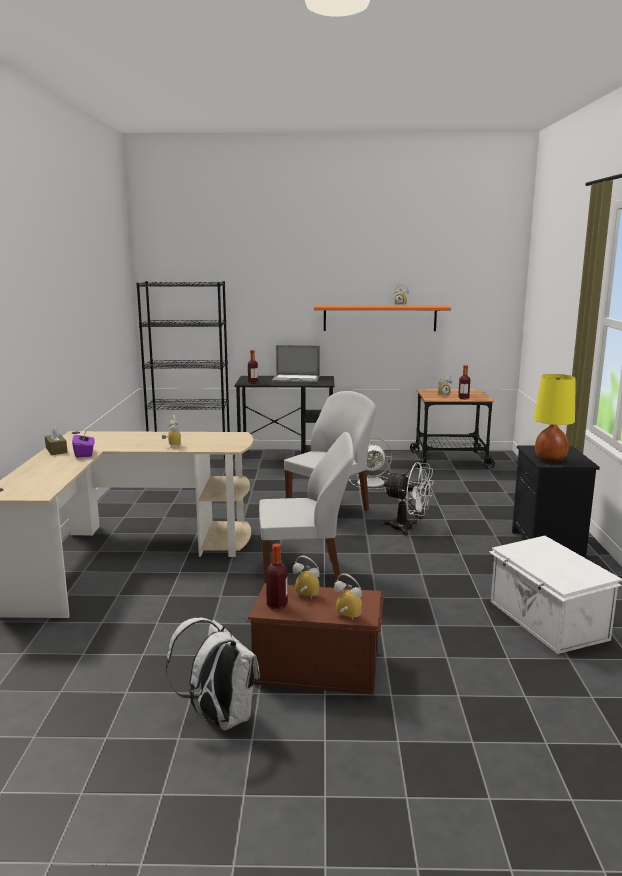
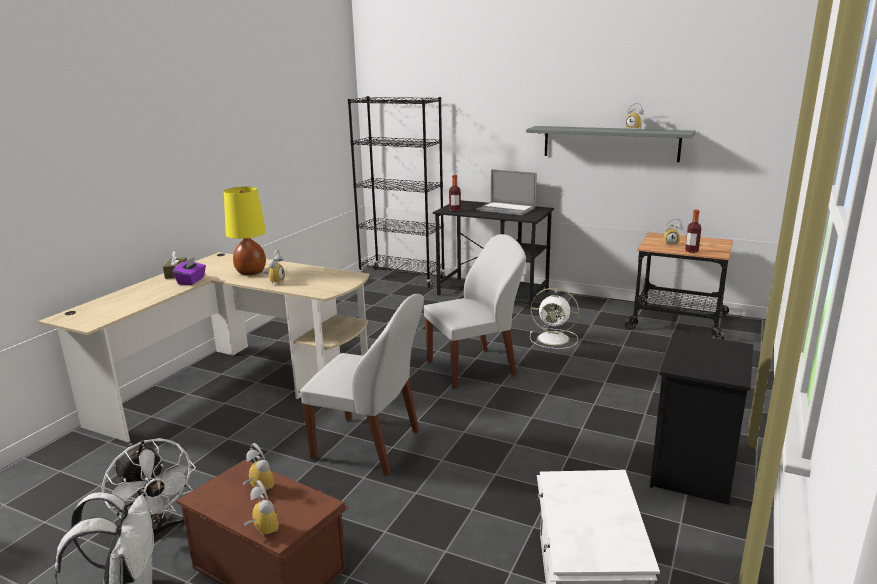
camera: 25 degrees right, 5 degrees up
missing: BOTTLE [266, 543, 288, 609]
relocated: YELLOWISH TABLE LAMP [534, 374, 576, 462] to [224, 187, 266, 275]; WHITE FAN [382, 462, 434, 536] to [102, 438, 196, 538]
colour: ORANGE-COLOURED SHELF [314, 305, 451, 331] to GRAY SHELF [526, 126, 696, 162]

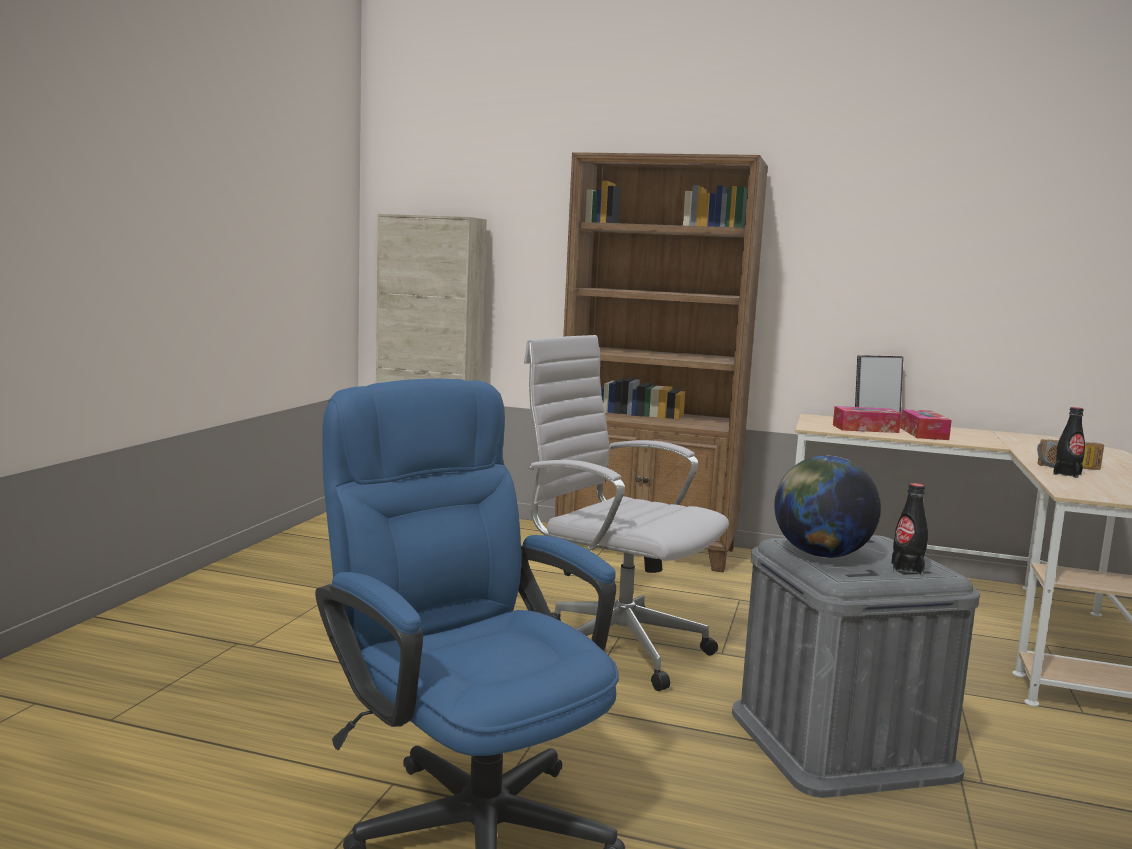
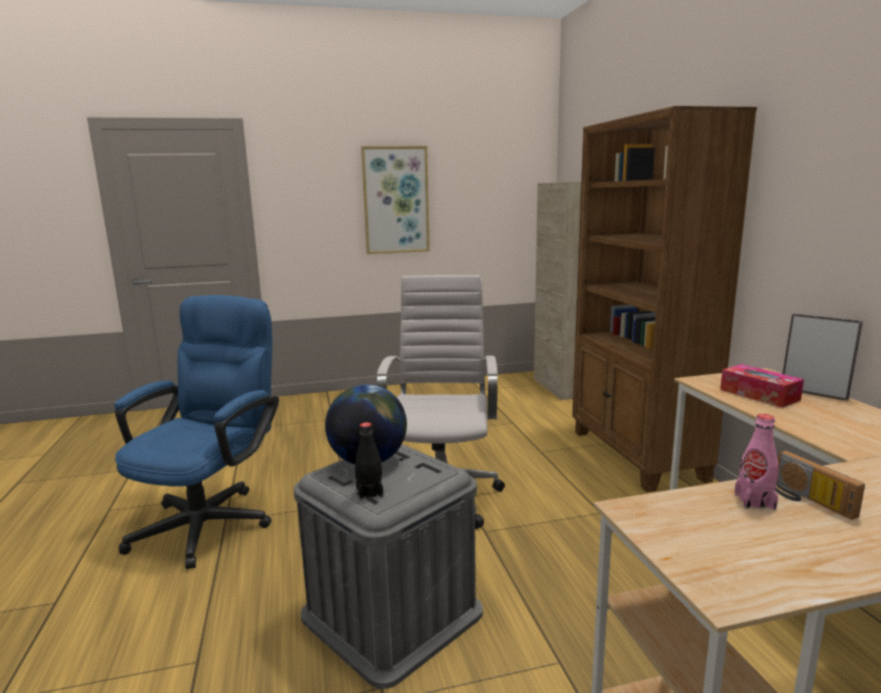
camera: 60 degrees right, 5 degrees up
missing: BOX OF TISSUES [900, 409, 952, 440]
appeared: WALL ART [361, 146, 430, 254]
colour: BLACKISH BOTTLE [1053, 407, 1085, 478] to PINK-COLOURED BOTTLE [734, 414, 779, 510]

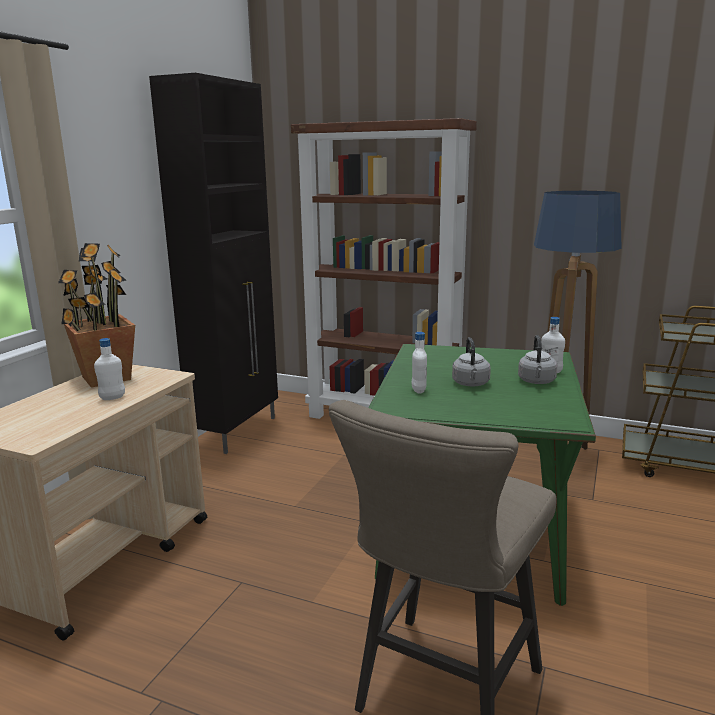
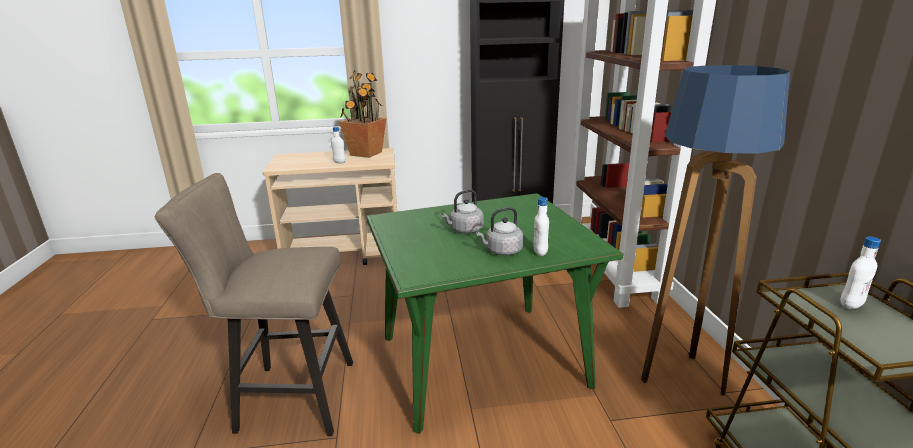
camera: 60 degrees right, 5 degrees up
relocated: WHITE BOTTLE [412, 332, 427, 394] to [841, 237, 881, 309]

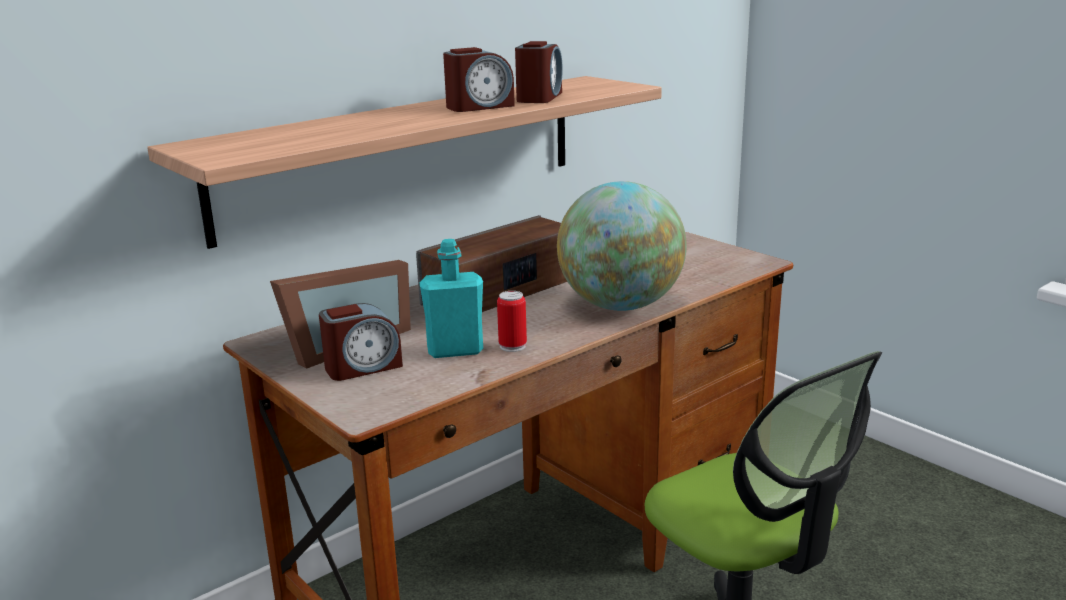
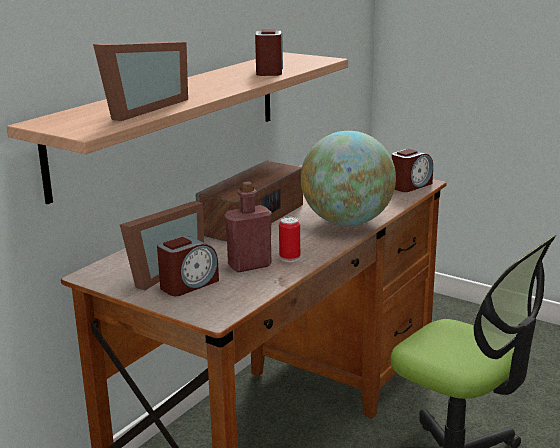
camera: 15 degrees left, 0 degrees up
appeared: STANDING FRAME [93, 41, 188, 121]
relocated: TABLE CLOCK [443, 47, 515, 112] to [392, 149, 433, 192]
colour: TURQUOISE BOTTLE [420, 239, 483, 358] to RED-COLOURED BOTTLE [225, 182, 272, 273]

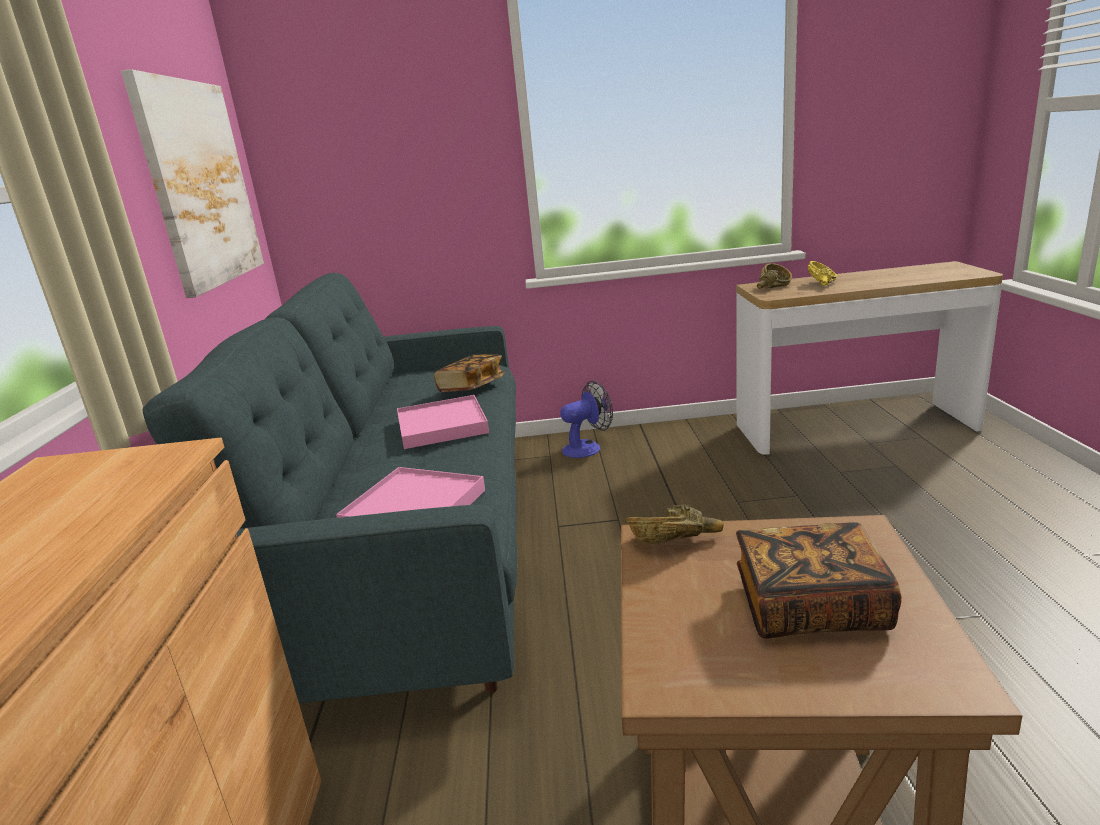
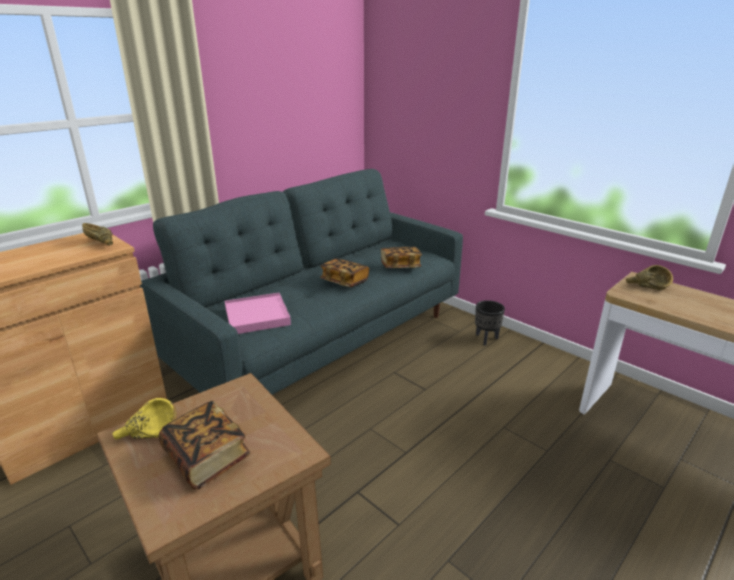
camera: 45 degrees right, 5 degrees up
missing: WALL ART [121, 69, 264, 298]
relocated: YELLOWISH SERVING BOWL [808, 261, 837, 286] to [112, 398, 177, 439]; BROWNISH SERVING BOWL [626, 505, 723, 544] to [82, 223, 113, 246]
exchanged: FAN [560, 381, 613, 458] to BLACKISH PLANT POT [475, 300, 505, 346]; PINK-COLOURED CARRYING TRAY [397, 395, 489, 449] to VOLUME [320, 258, 369, 287]

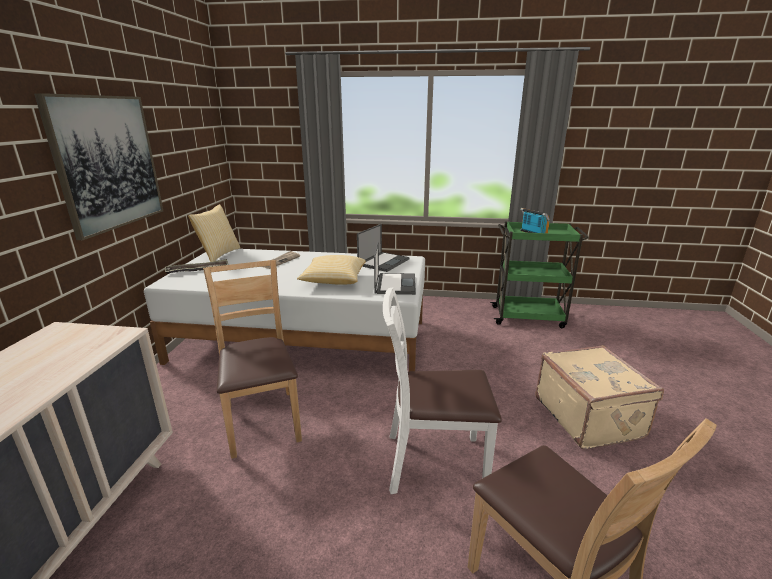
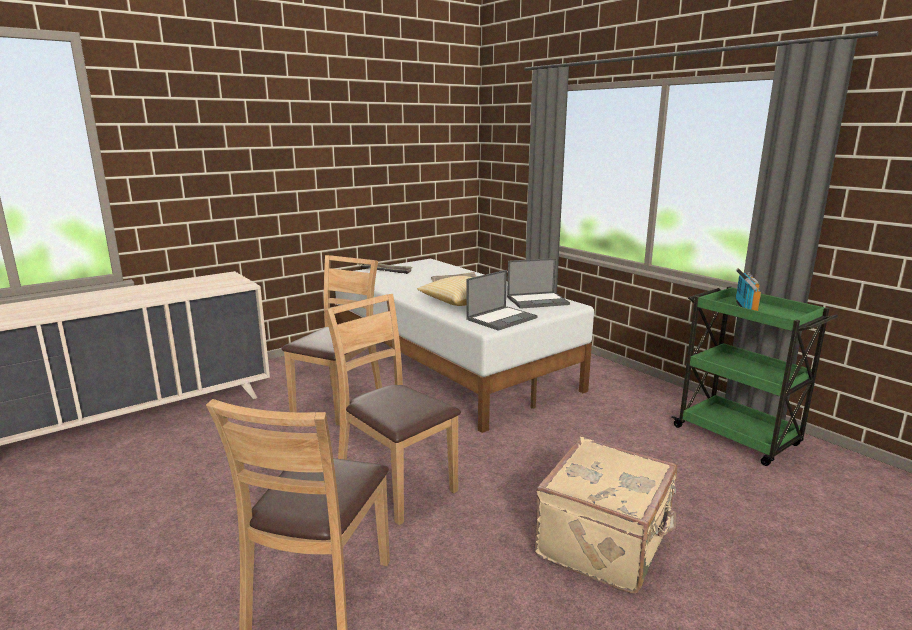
camera: 45 degrees right, 5 degrees down
missing: WALL ART [34, 93, 163, 240]; THROW PILLOW [188, 204, 240, 262]
colour: WHITE UPRIGHT CHAIR [383, 287, 502, 494] to BROWNISH UPRIGHT CHAIR [324, 294, 461, 525]

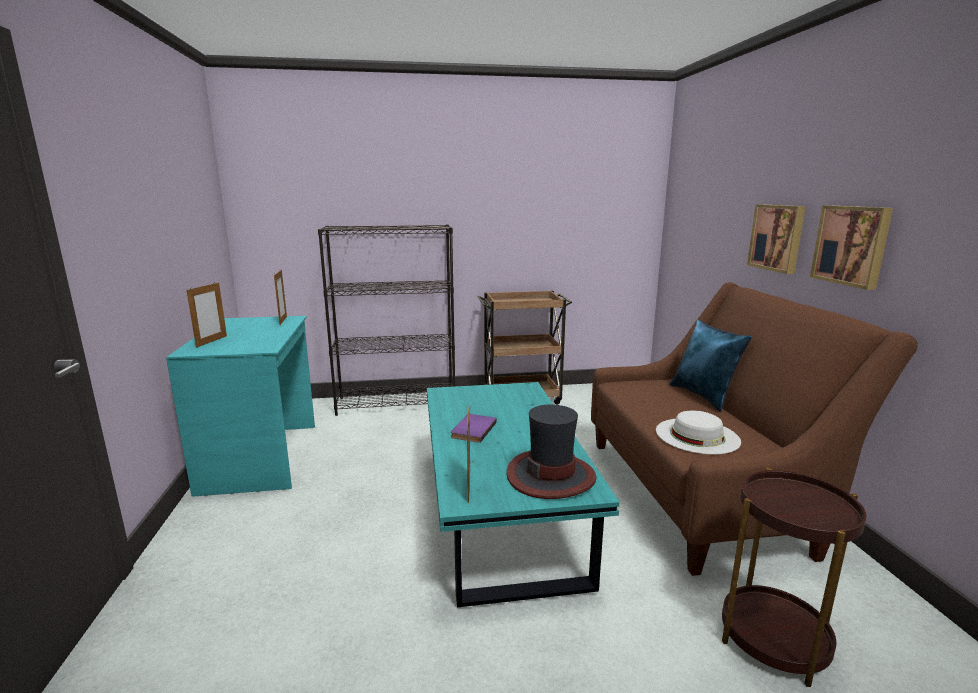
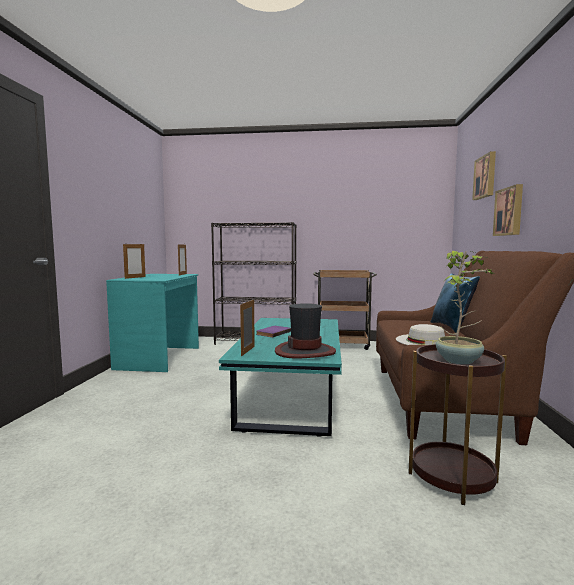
camera: 15 degrees right, 10 degrees down
appeared: HOUSEPLANT [436, 251, 494, 364]
relocated: WALL ART [810, 205, 893, 290] to [472, 151, 496, 200]

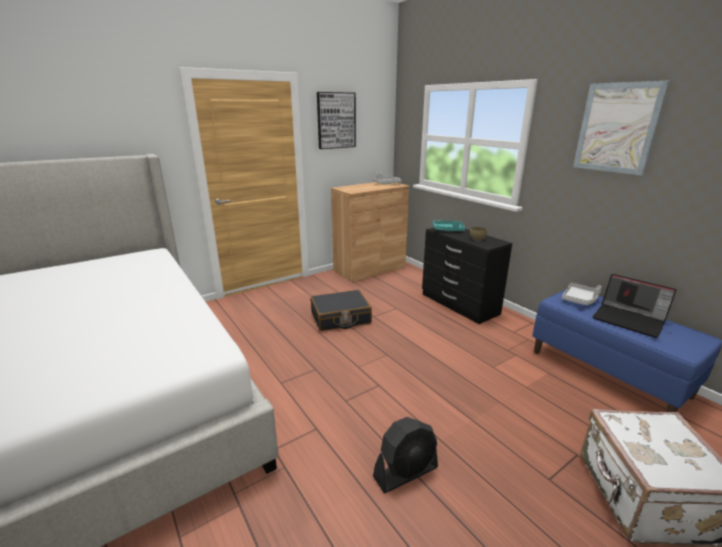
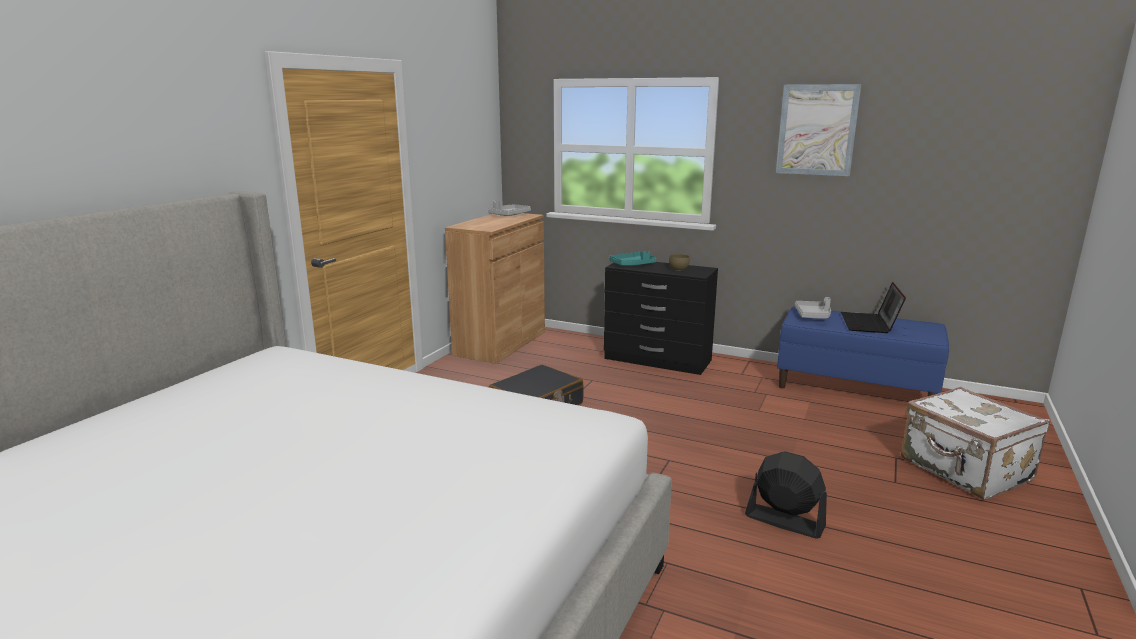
camera: 30 degrees left, 5 degrees down
missing: WALL ART [317, 92, 356, 149]
spun: NOTEBOOK COMPUTER [592, 274, 677, 338] = [841, 282, 906, 333] 90 degrees clockwise; BLACKISH FAN [373, 417, 438, 493] = [745, 451, 827, 539] 90 degrees counterclockwise

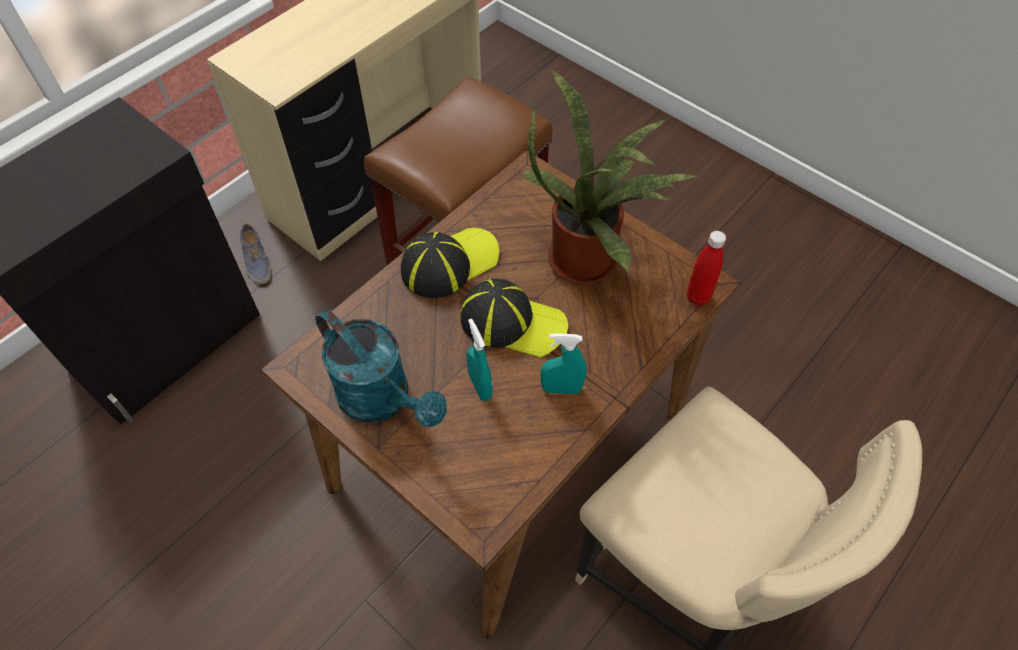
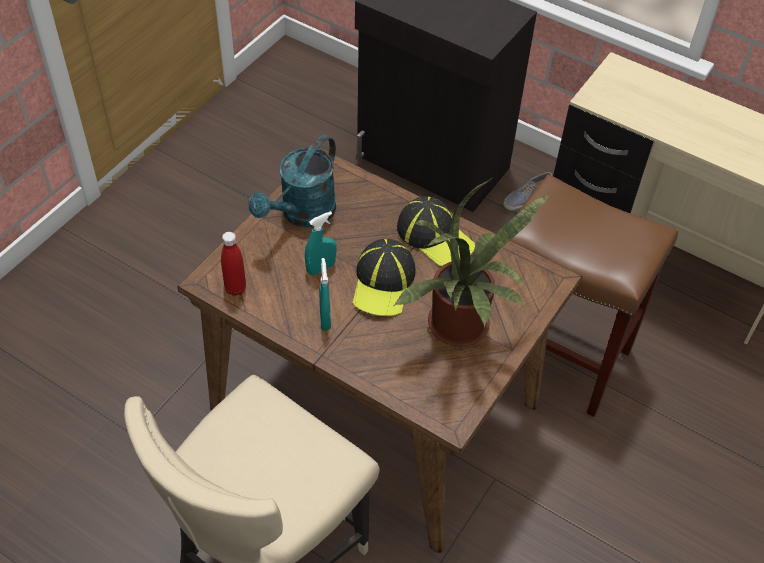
camera: 80 degrees right, 5 degrees down
relocated: RED-COLOURED BOTTLE [687, 231, 726, 305] to [221, 232, 246, 296]

